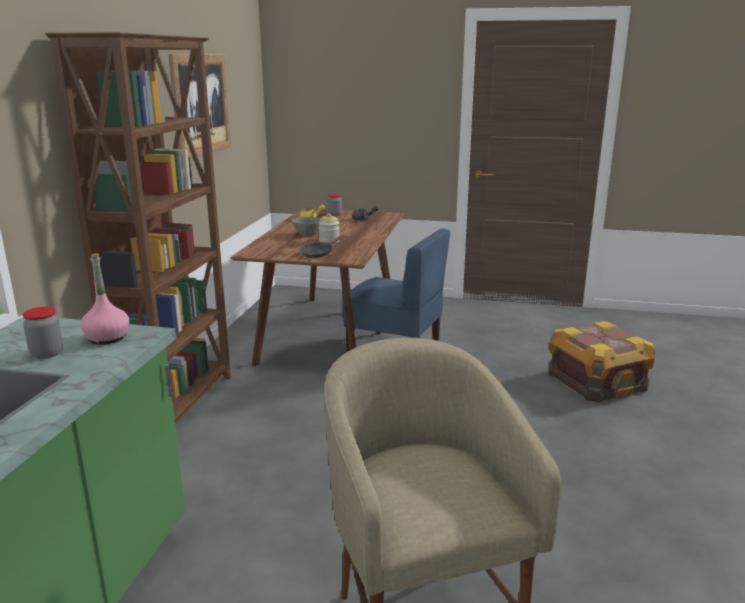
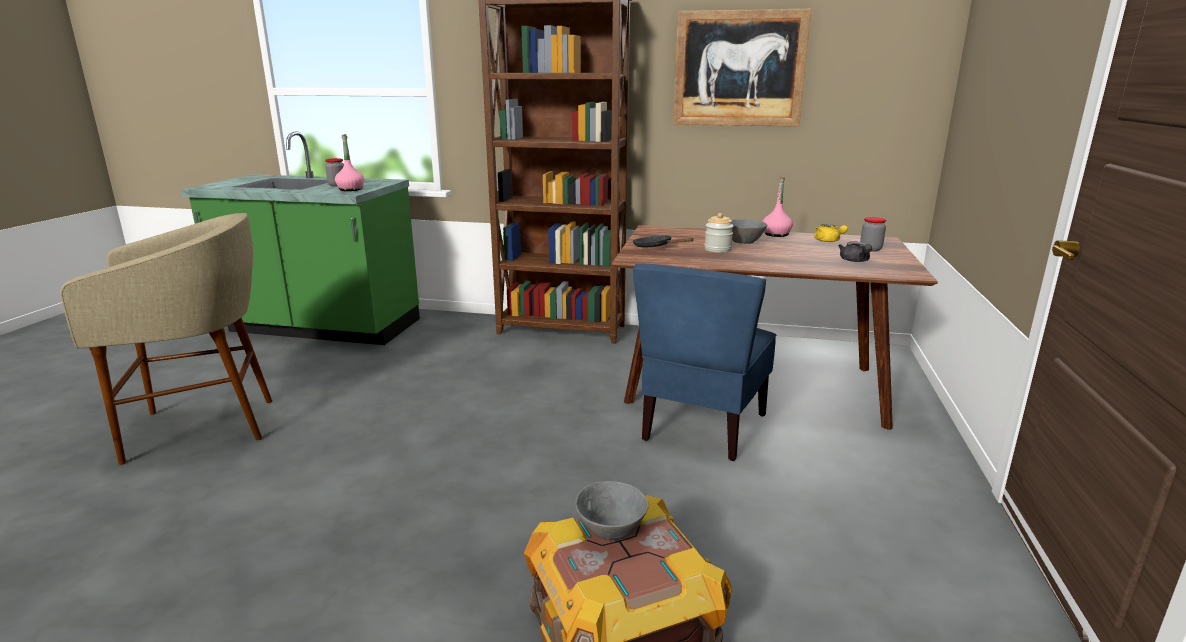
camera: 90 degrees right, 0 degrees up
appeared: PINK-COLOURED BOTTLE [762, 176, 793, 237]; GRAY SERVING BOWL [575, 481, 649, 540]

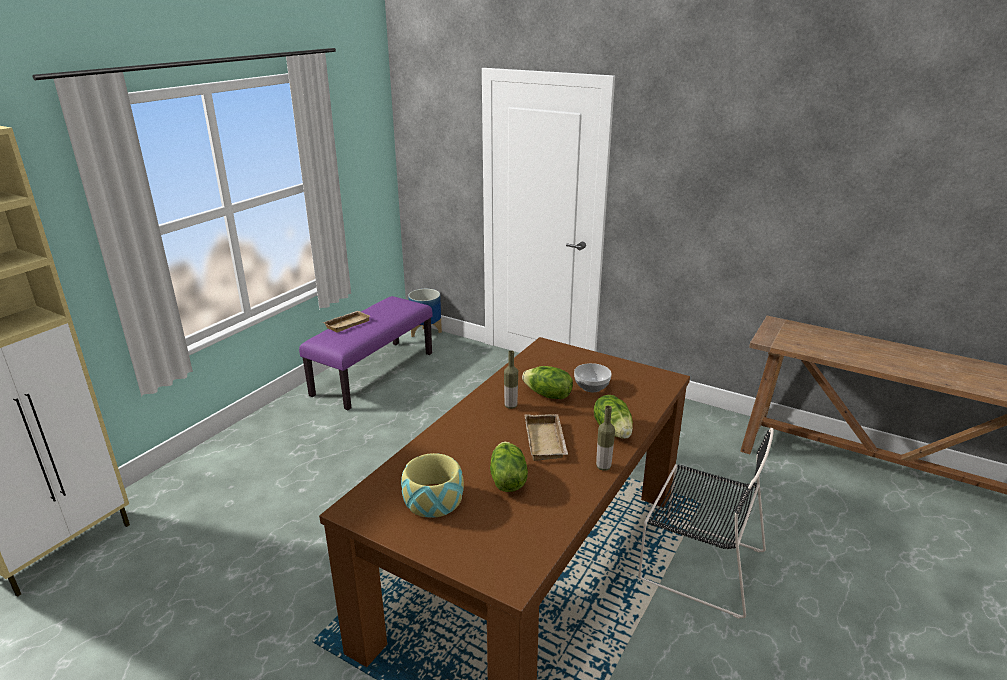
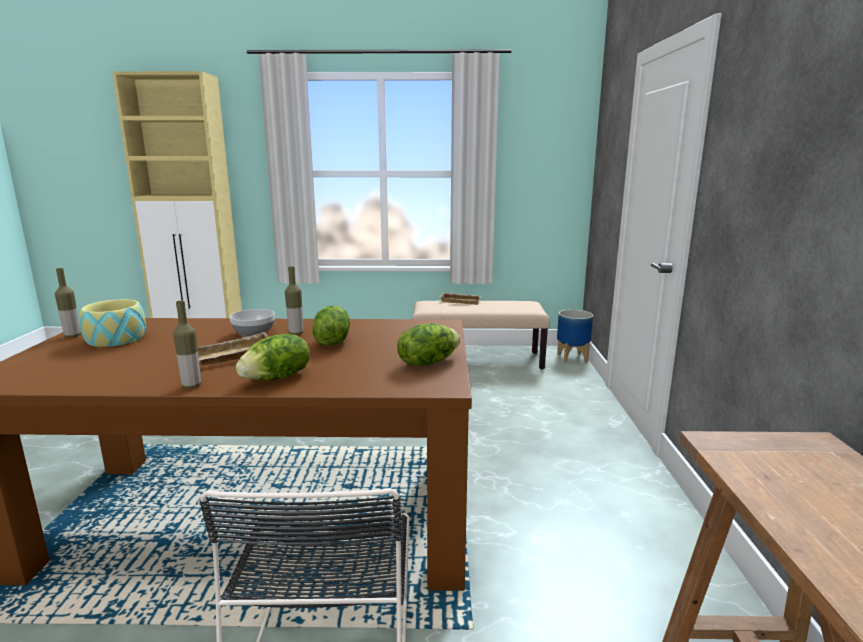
camera: 60 degrees right, 10 degrees down
appeared: BOTTLE [55, 268, 81, 338]
relocated: SERVING BOWL [574, 363, 612, 392] to [230, 309, 274, 337]; LETTUCE [490, 442, 528, 492] to [397, 324, 460, 366]
colour: PURPLISH BENCH [299, 296, 433, 410] to BEIGE BENCH [412, 301, 550, 369]

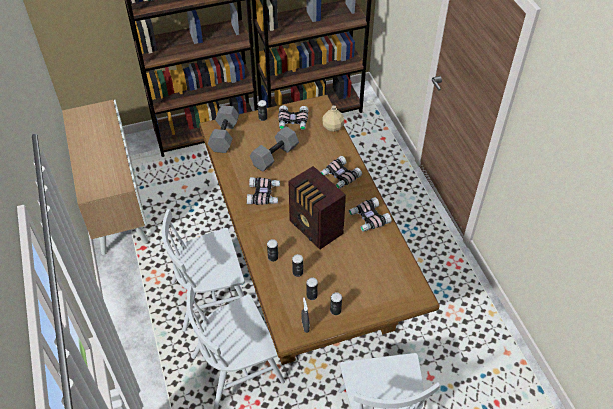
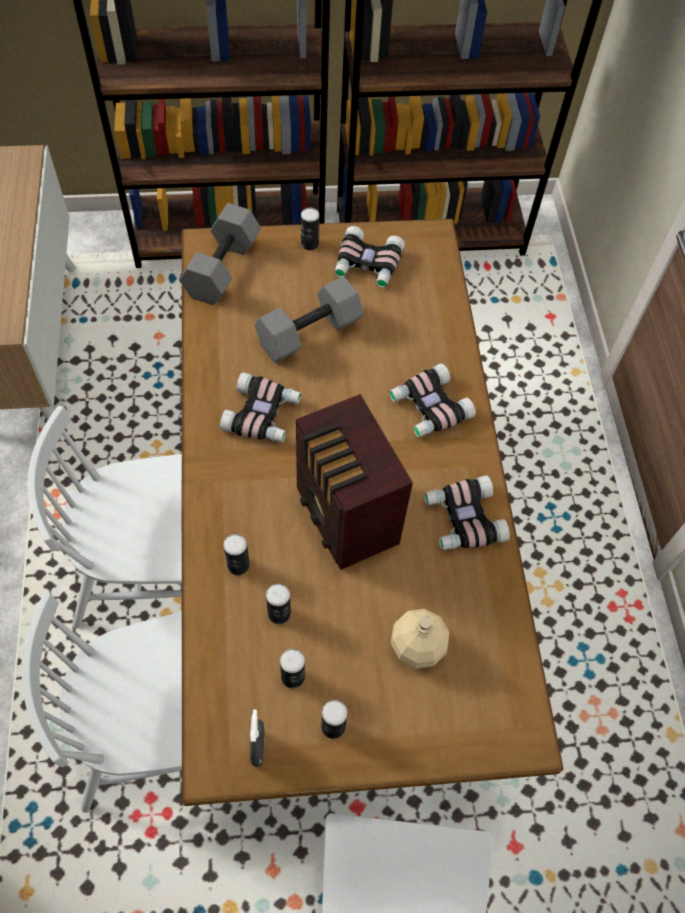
camera: 10 degrees right, 10 degrees up
relocated: BEIGE BOTTLE [322, 105, 344, 132] to [391, 609, 449, 669]

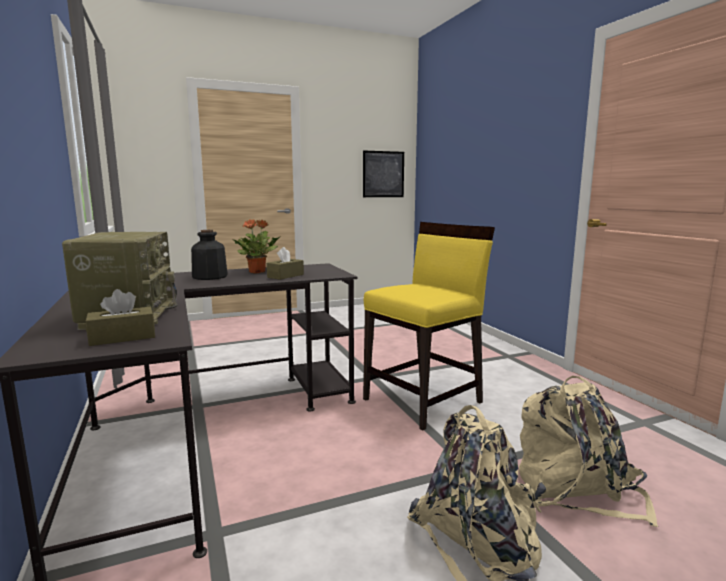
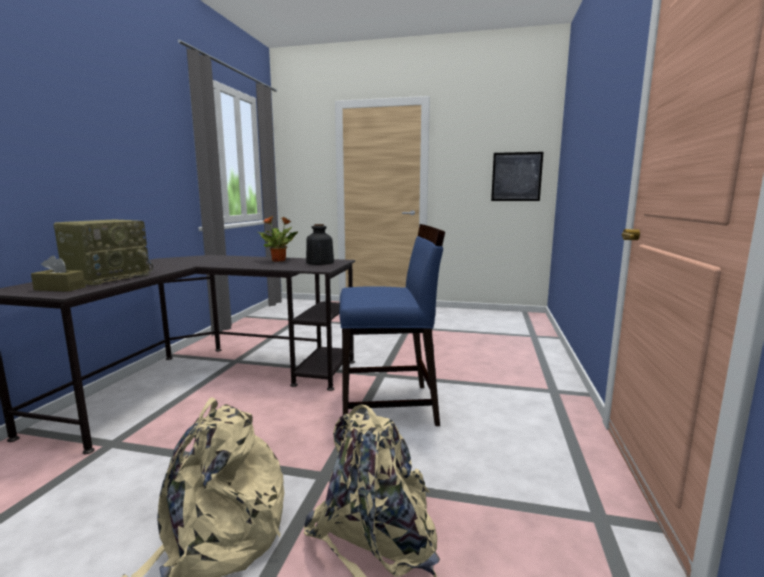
camera: 35 degrees right, 0 degrees up
missing: BROWNISH BOX OF TISSUES [267, 247, 304, 280]
relocated: BOTTLE [191, 230, 228, 280] to [306, 224, 334, 265]
colour: YELLOWISH UPRIGHT CHAIR [363, 222, 495, 430] to BLUE-COLOURED UPRIGHT CHAIR [339, 224, 445, 426]

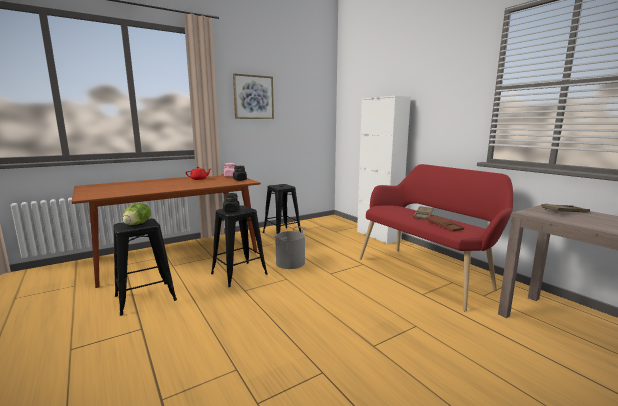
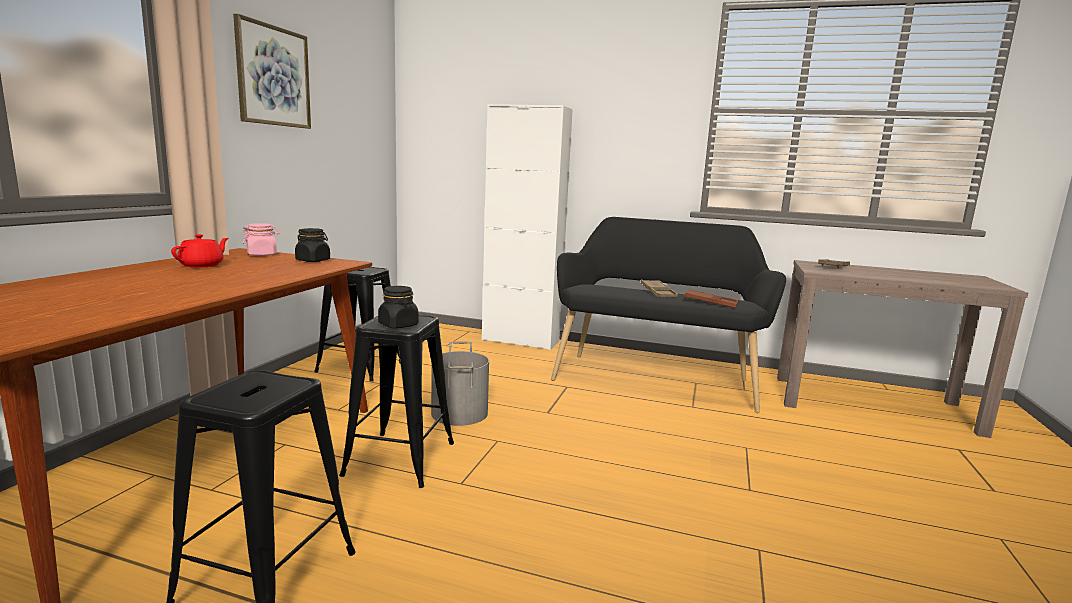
camera: 40 degrees left, 0 degrees up
missing: LETTUCE [122, 203, 151, 225]
colour: RED-COLOURED BENCH [359, 164, 513, 312] to BLACKISH BENCH [551, 217, 786, 413]

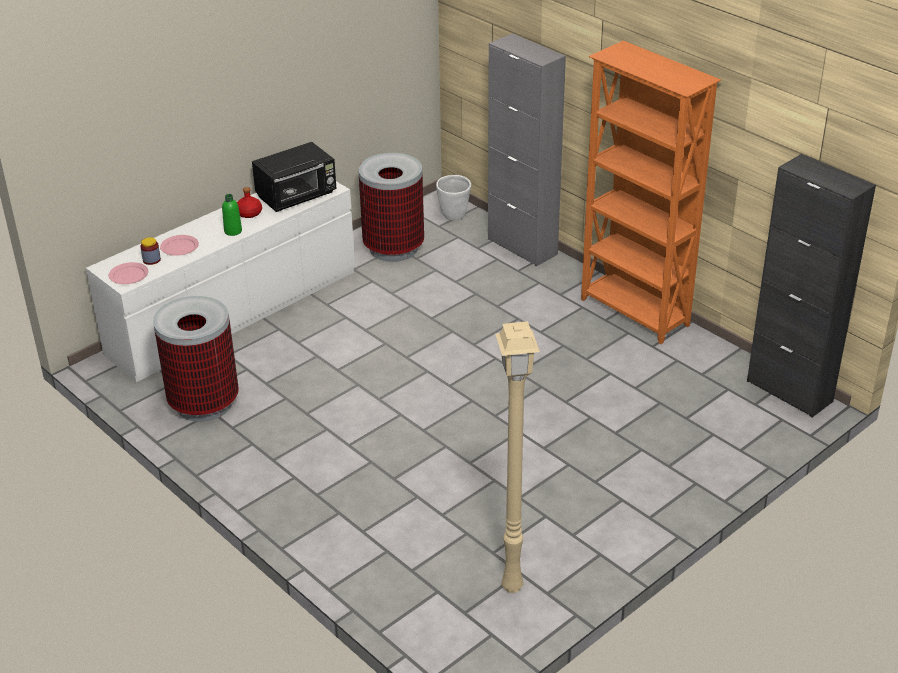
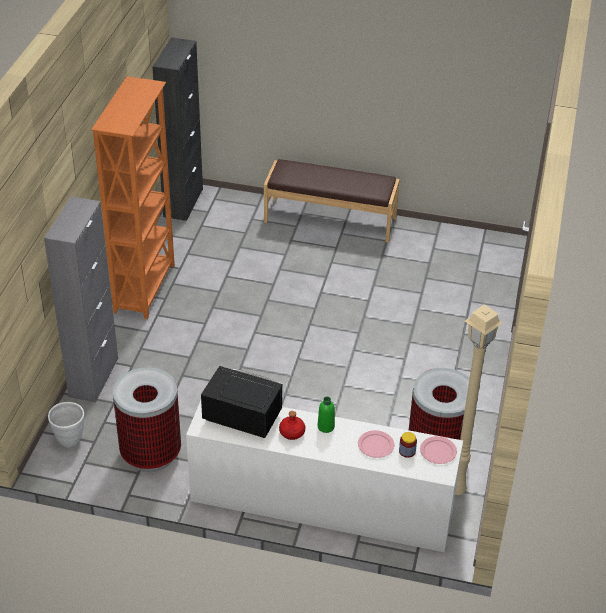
camera: 125 degrees left, 5 degrees up
appeared: BROWNISH BENCH [264, 159, 400, 243]
relocated: BEIGE FLOOR LAMP [496, 321, 540, 593] to [455, 304, 503, 495]

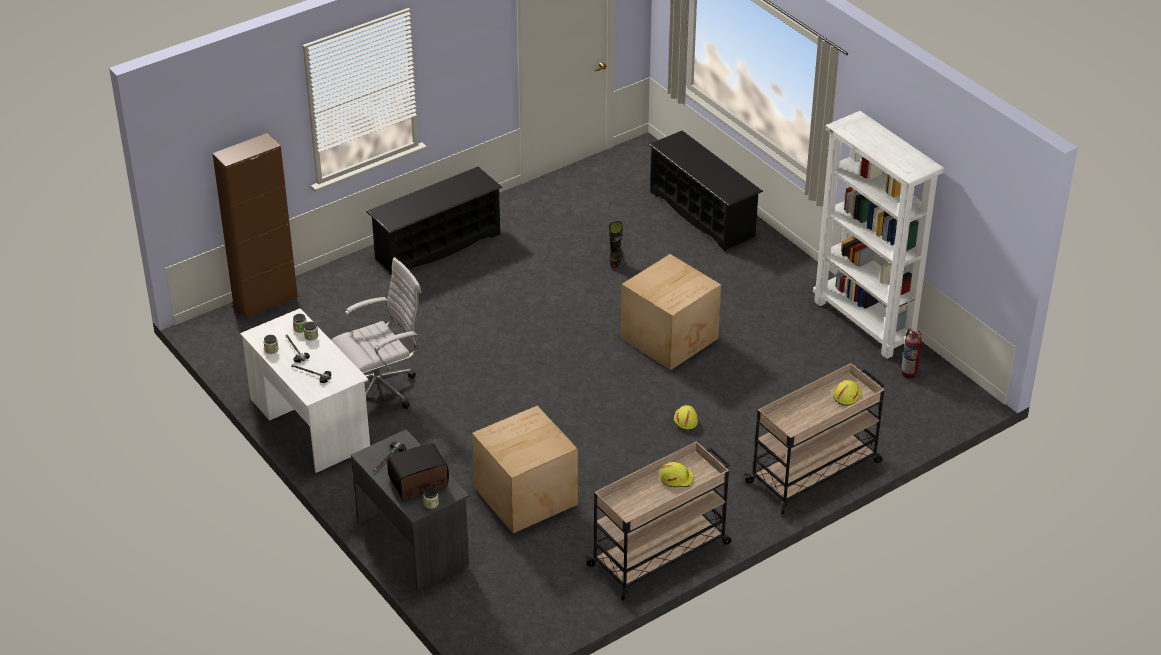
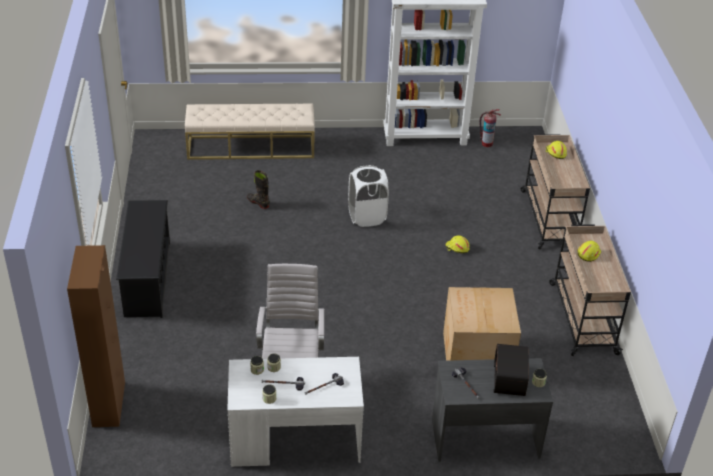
camera: 60 degrees left, 0 degrees up
exchanged: BLACKISH SHOE SHELF [648, 131, 763, 252] to BEIGE BENCH [185, 104, 315, 160]; CARTON [621, 254, 721, 370] to WHITE WASHING BASKET [348, 165, 389, 227]

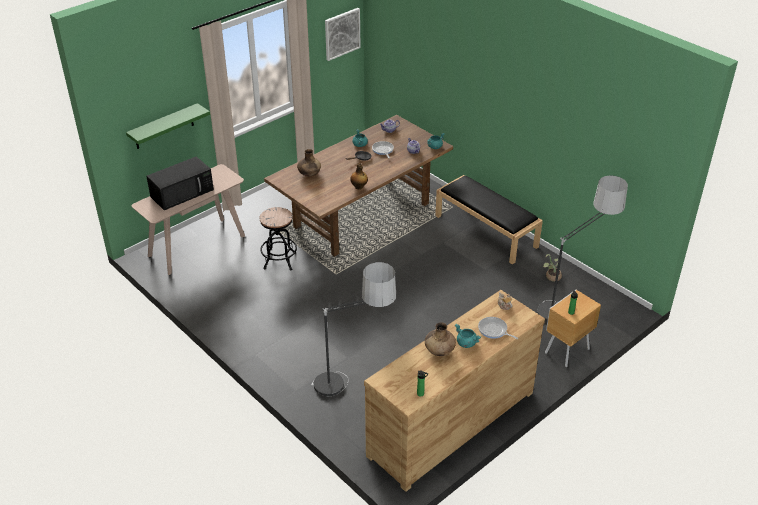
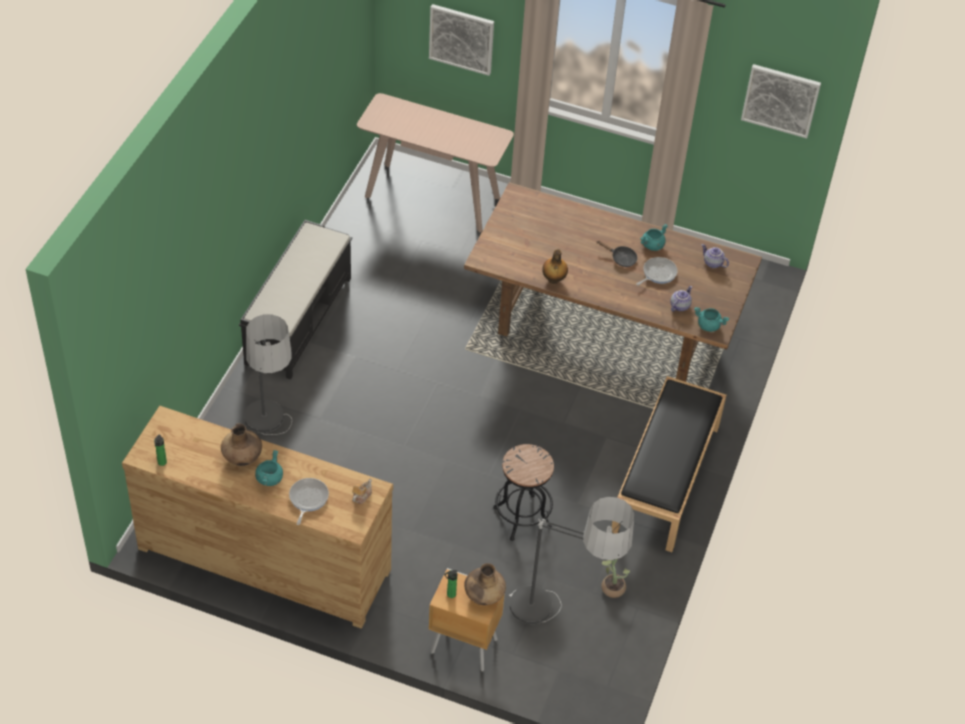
camera: 60 degrees right, 10 degrees up
missing: BLACKISH MICROWAVE OVEN [146, 156, 214, 210]
appeared: BLACKISH BENCH [239, 220, 352, 380]
relocated: BROWNISH DECORATIVE VASE [297, 149, 321, 177] to [464, 563, 506, 605]; BLACKISH STOOL [260, 207, 297, 270] to [493, 444, 554, 541]
exchanged: GREENISH SHELF [126, 103, 210, 149] to WALL ART [429, 4, 494, 76]

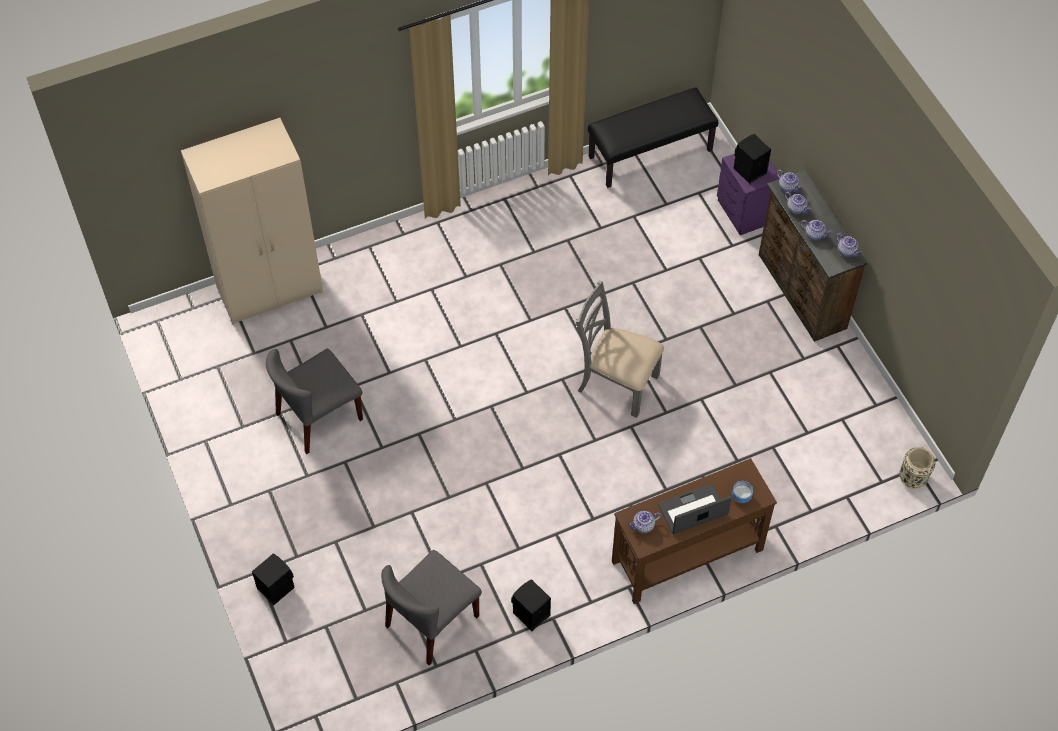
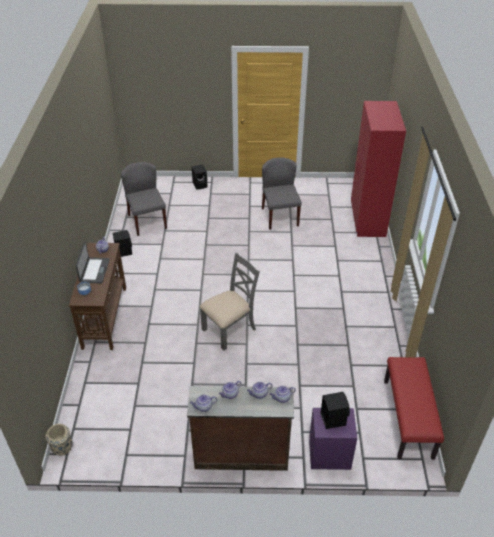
camera: 115 degrees right, 15 degrees down
colour: BLACKISH BENCH [588, 88, 718, 188] to RED-COLOURED BENCH [384, 357, 444, 460]; BEIGE CLOTHES CUPBOARD [181, 118, 323, 325] to RED-COLOURED CLOTHES CUPBOARD [351, 101, 406, 237]

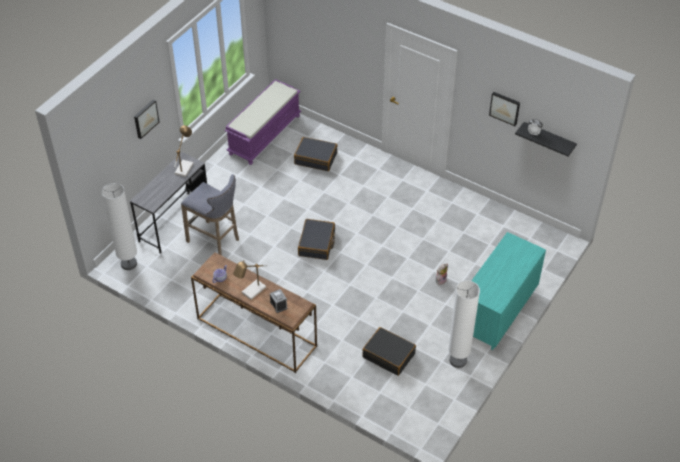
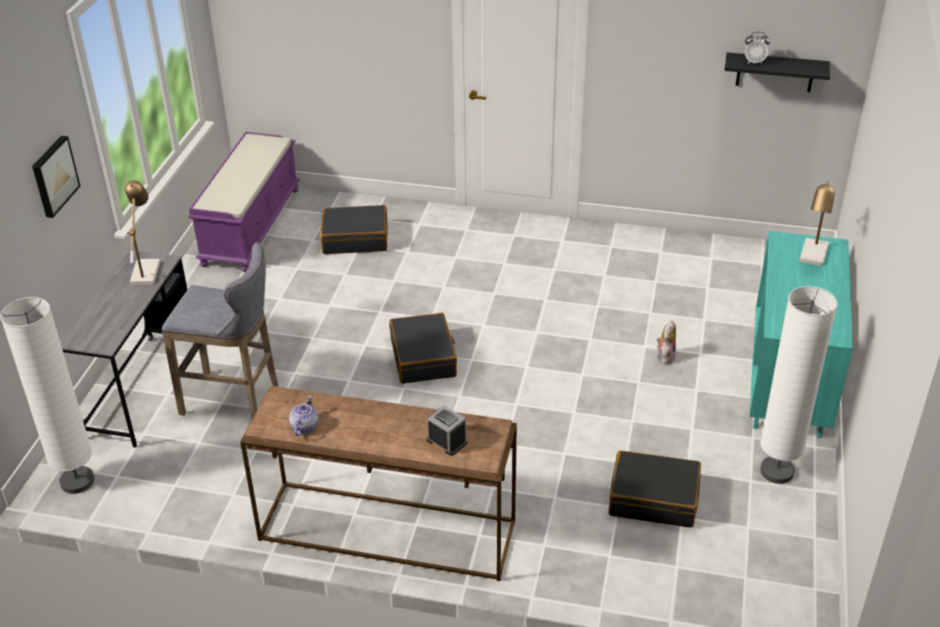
camera: 20 degrees left, 10 degrees down
missing: WALL ART [489, 92, 520, 126]
relocated: TABLE LAMP [233, 261, 267, 300] to [799, 181, 835, 266]

